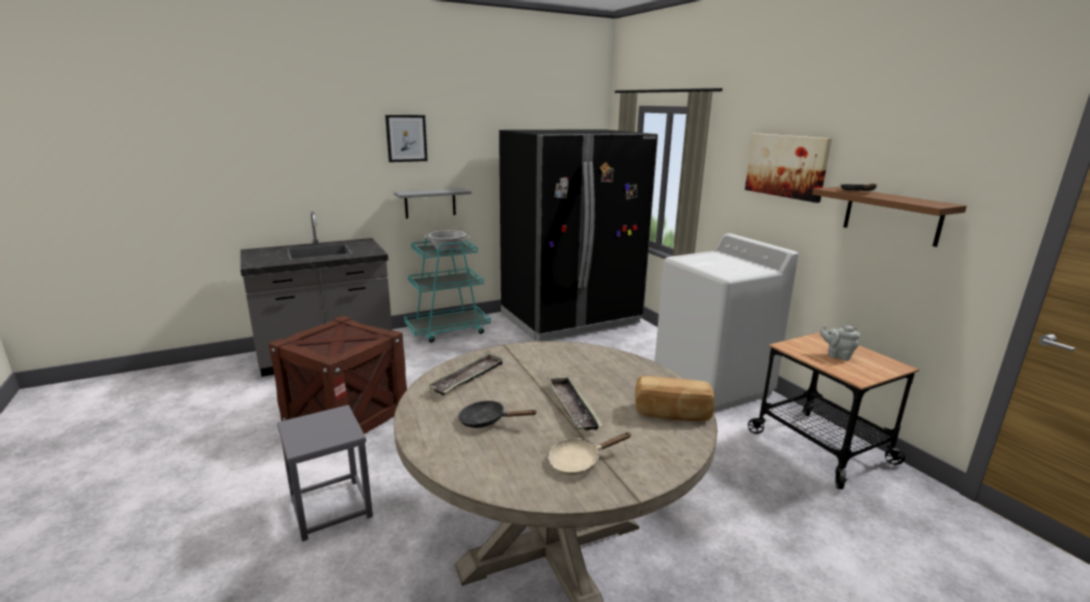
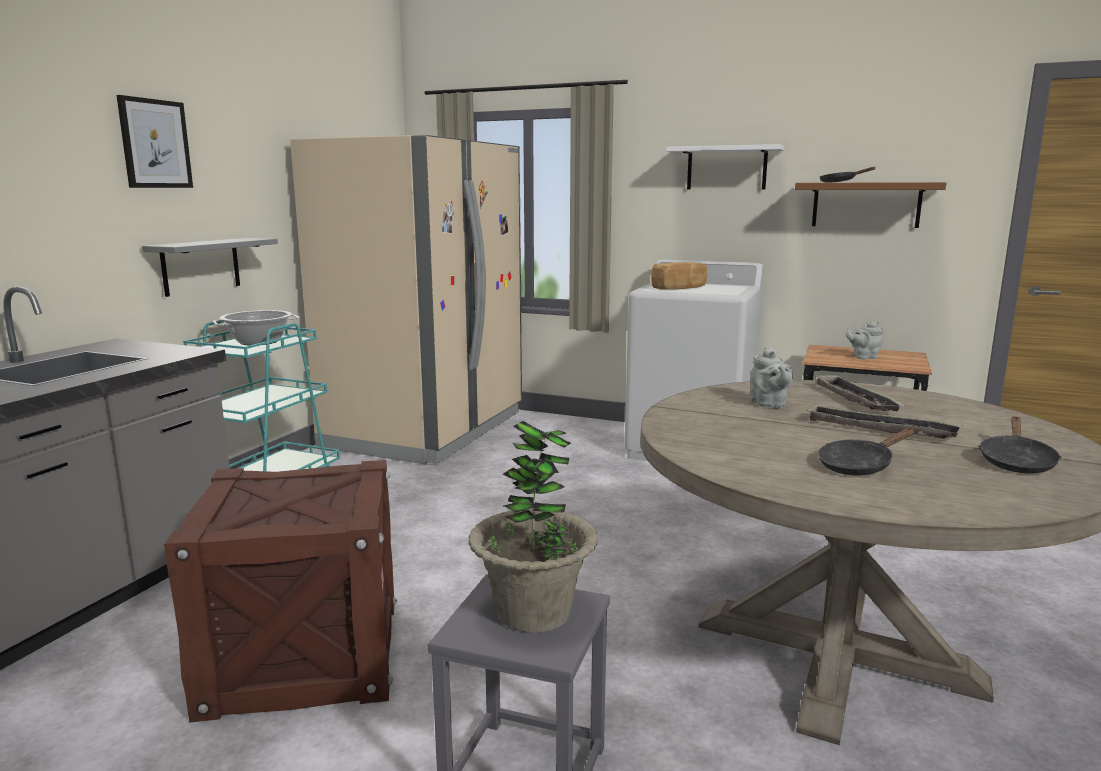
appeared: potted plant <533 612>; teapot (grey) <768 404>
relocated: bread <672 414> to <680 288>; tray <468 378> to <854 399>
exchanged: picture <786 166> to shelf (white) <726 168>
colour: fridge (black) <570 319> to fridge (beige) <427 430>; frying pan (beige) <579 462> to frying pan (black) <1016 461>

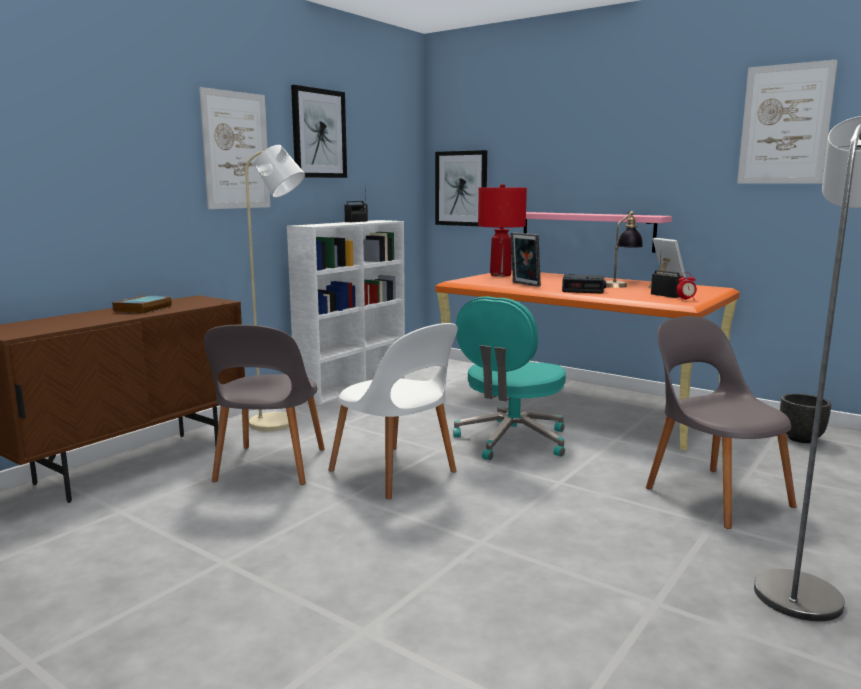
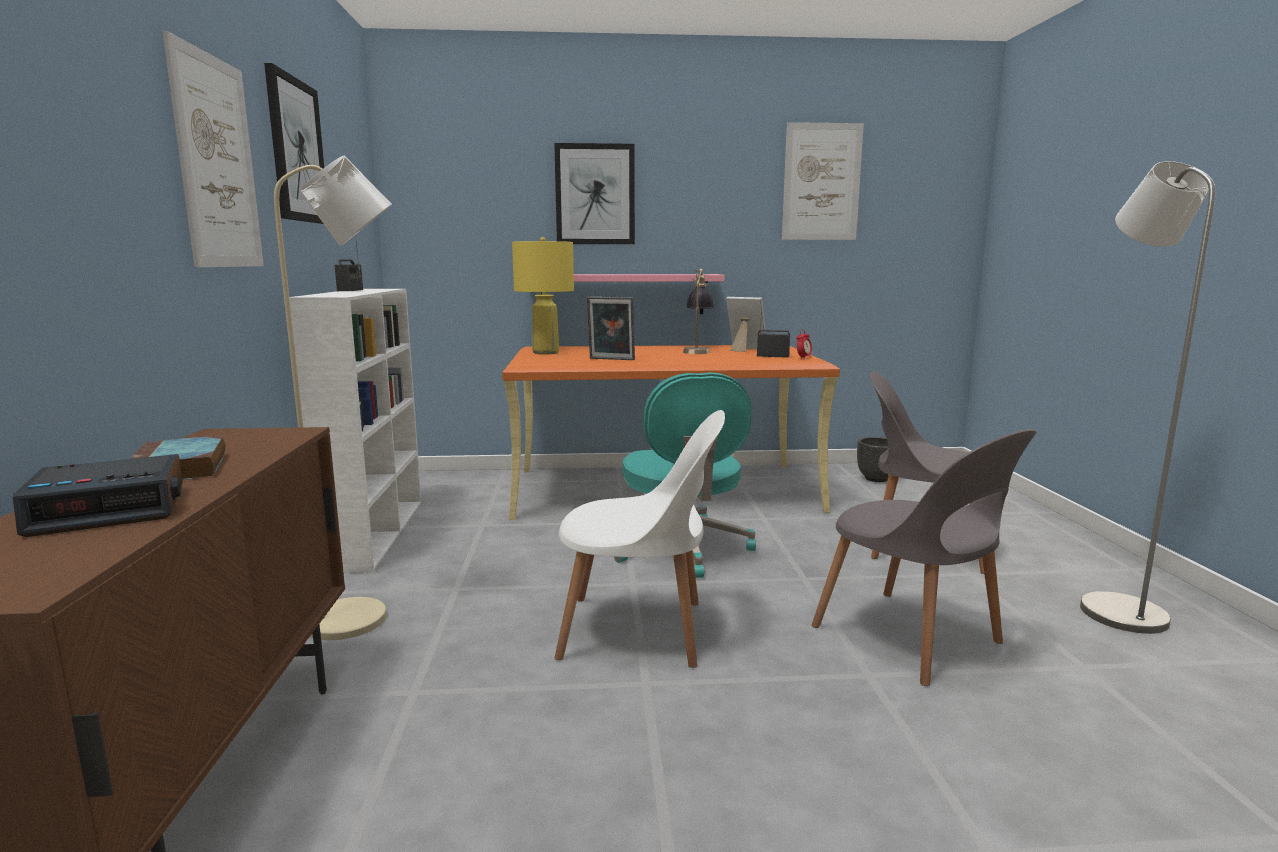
relocated: alarm clock <583 290> to <111 509>; picture <461 188> to <595 194>; chair (grey) <269 467> to <911 638>
colour: table lamp (red) <500 275> to table lamp (yellow) <545 352>

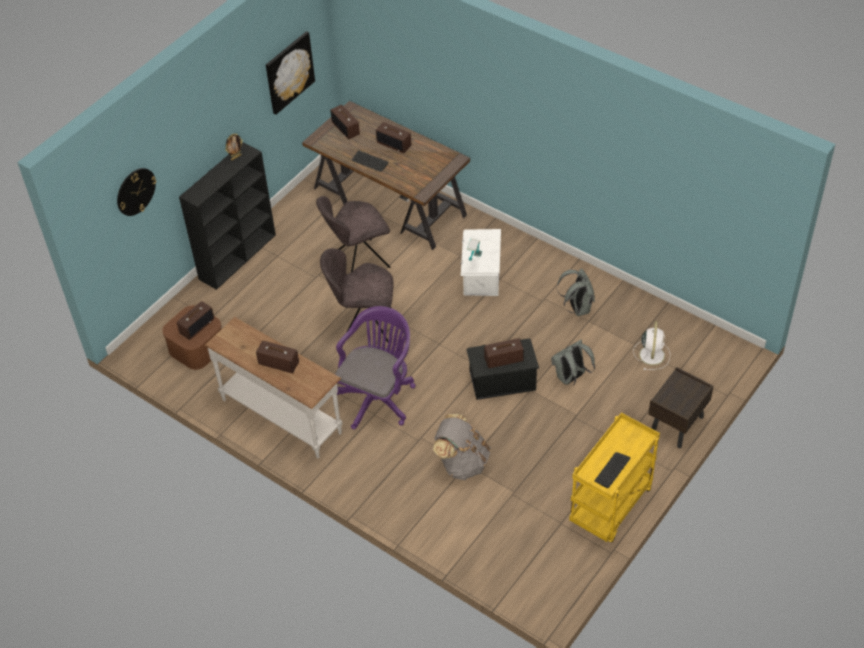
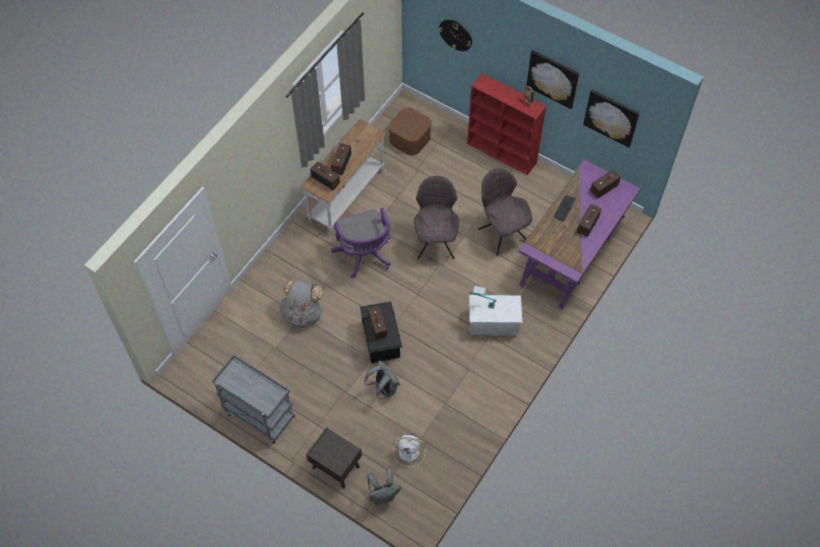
missing: keyboard <612 470>
appeared: picture <553 78>
relocated: radio <197 326> to <326 180>; backpack (grey) <577 308> to <383 495>
colour: cart (yellow) <611 507> to cart (grey) <258 415>; bookcase (black) <238 256> to bookcase (red) <502 153>; desk (brown) <390 201> to desk (purple) <573 251>
spun: office chair (purple) <378 396> = <364 255> 45 degrees clockwise

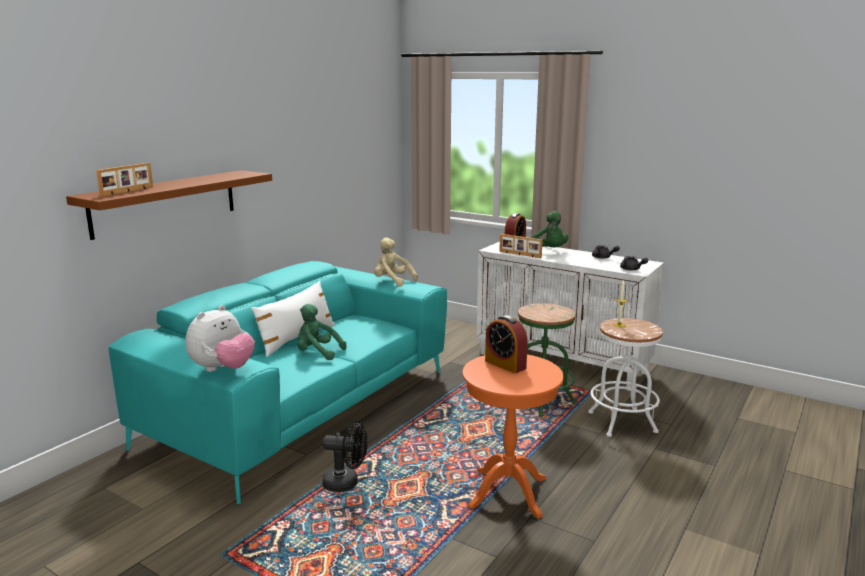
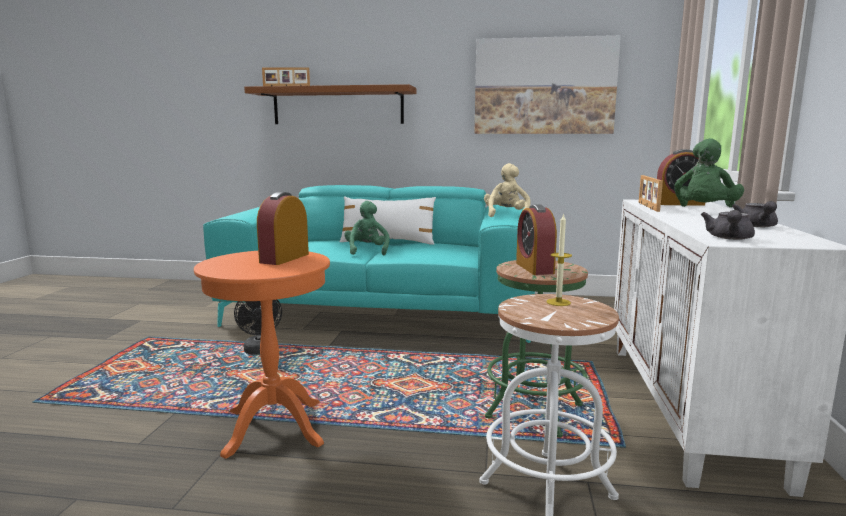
missing: plush toy <223 369>
appeared: picture <544 86>; alarm clock <534 268>

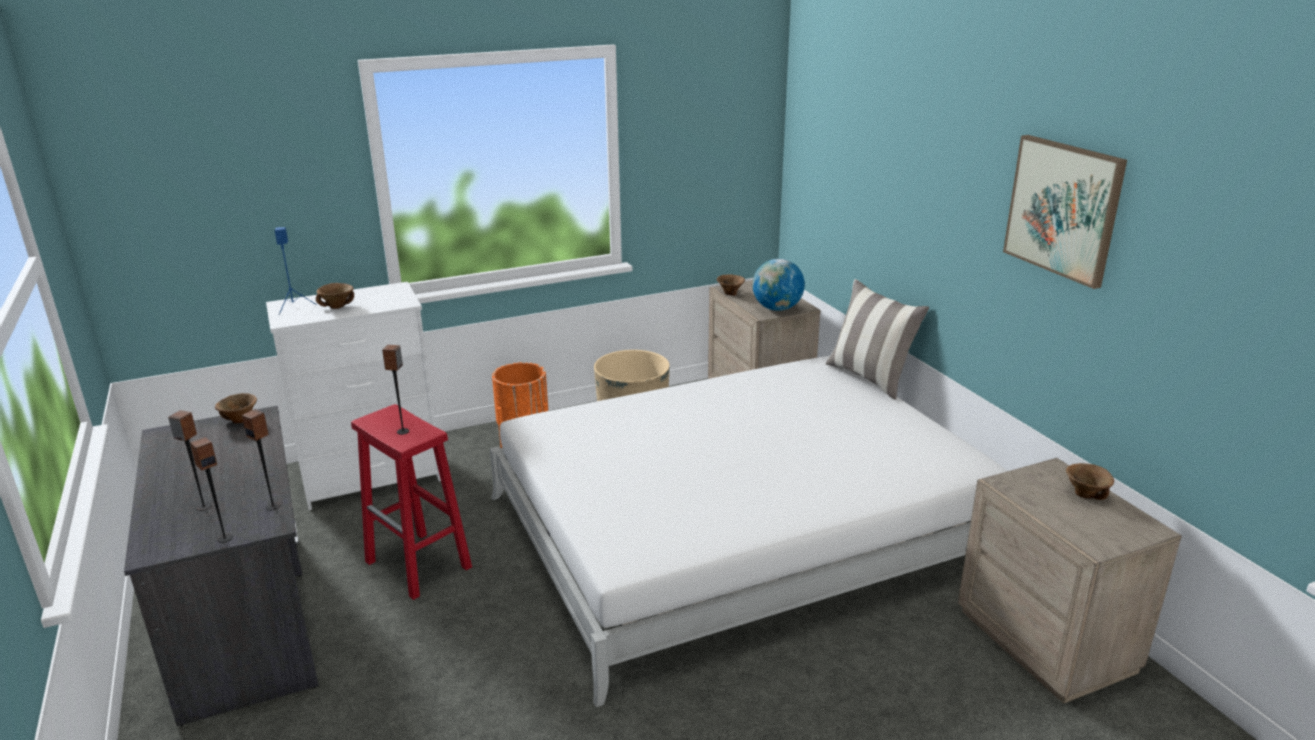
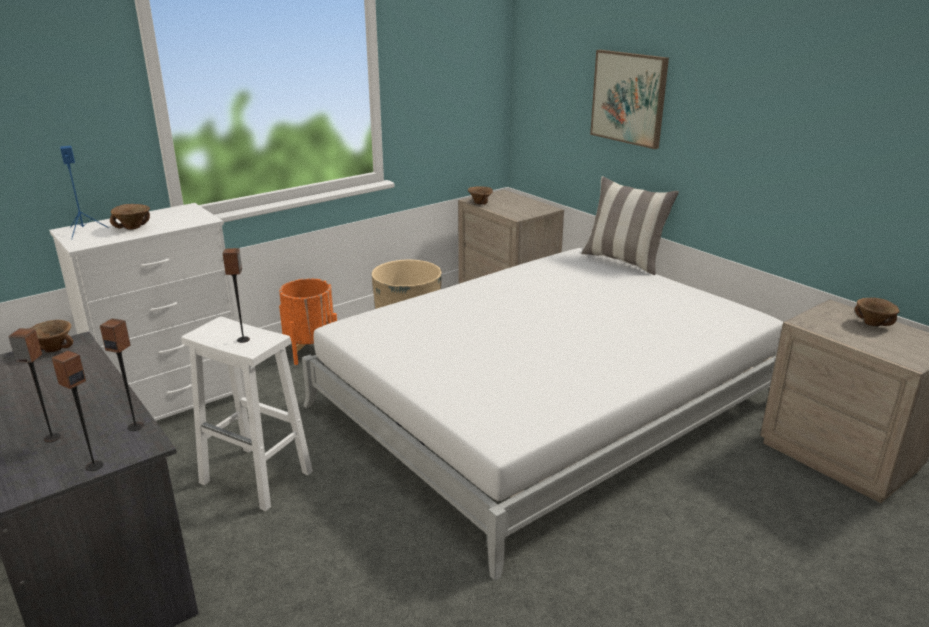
missing: globe <777 308>
relocated: picture <1063 209> to <629 98>
colour: stool (red) <419 565> to stool (white) <258 477>

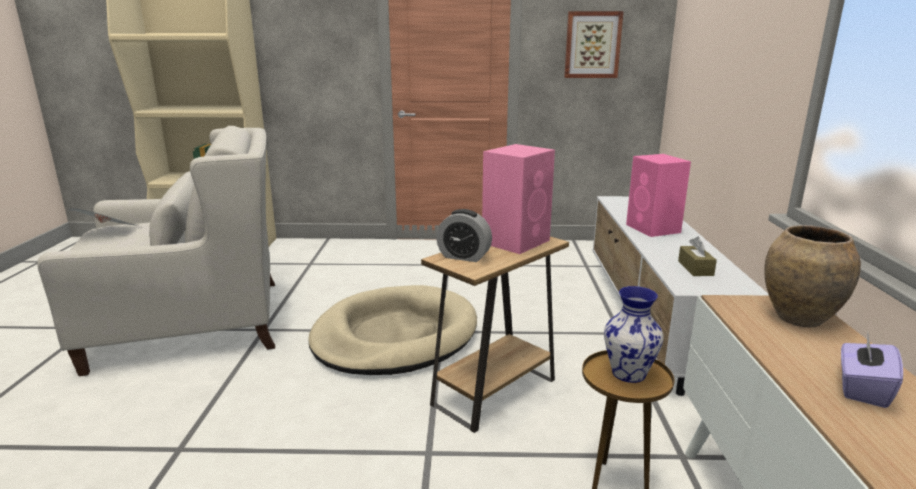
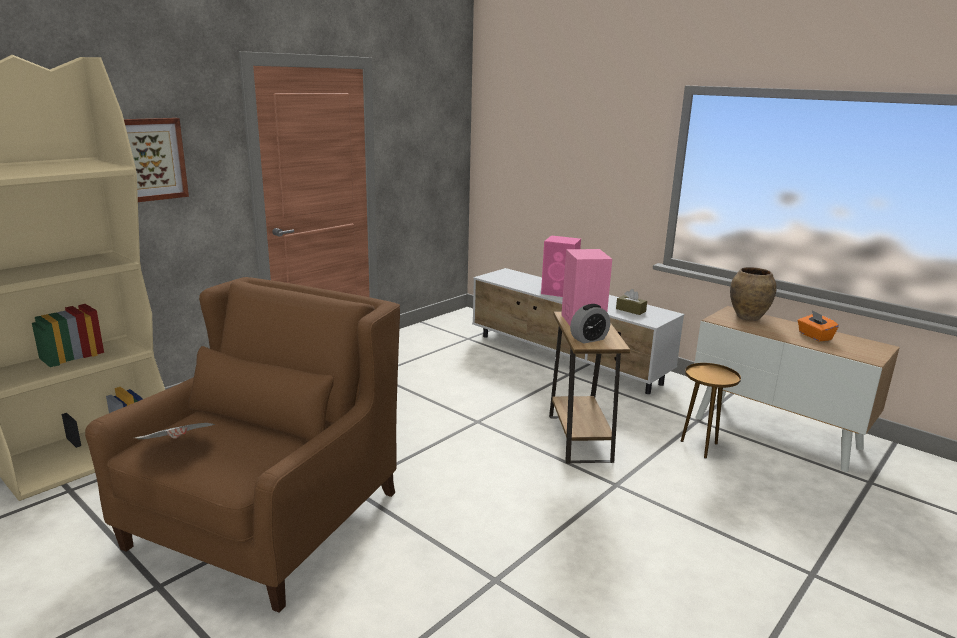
missing: dog bed (beige) <395 336>; vase <629 373>
relocated: picture <592 45> to <148 159>
colour: armchair (white) <190 323> to armchair (brown) <267 520>; tissue box (purple) <862 389> to tissue box (orange) <814 336>

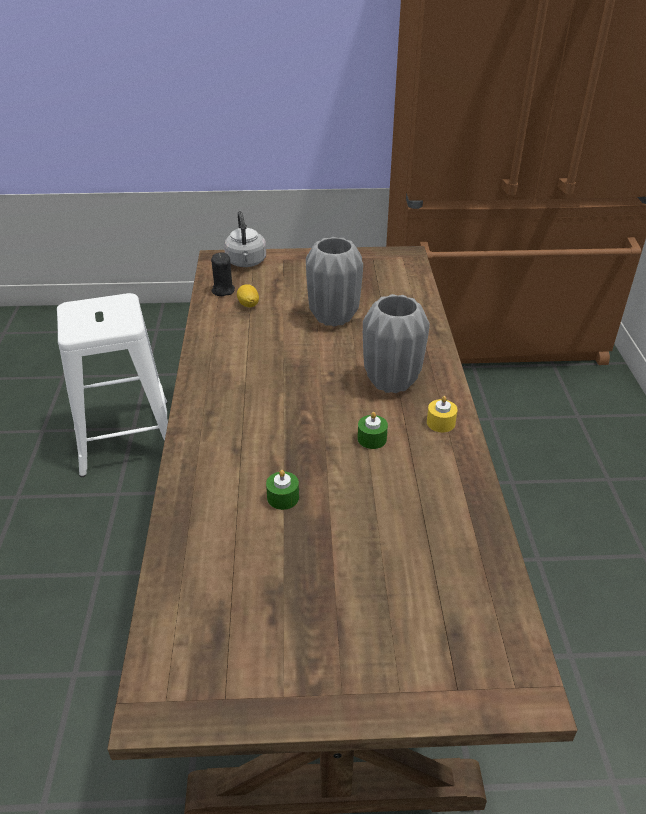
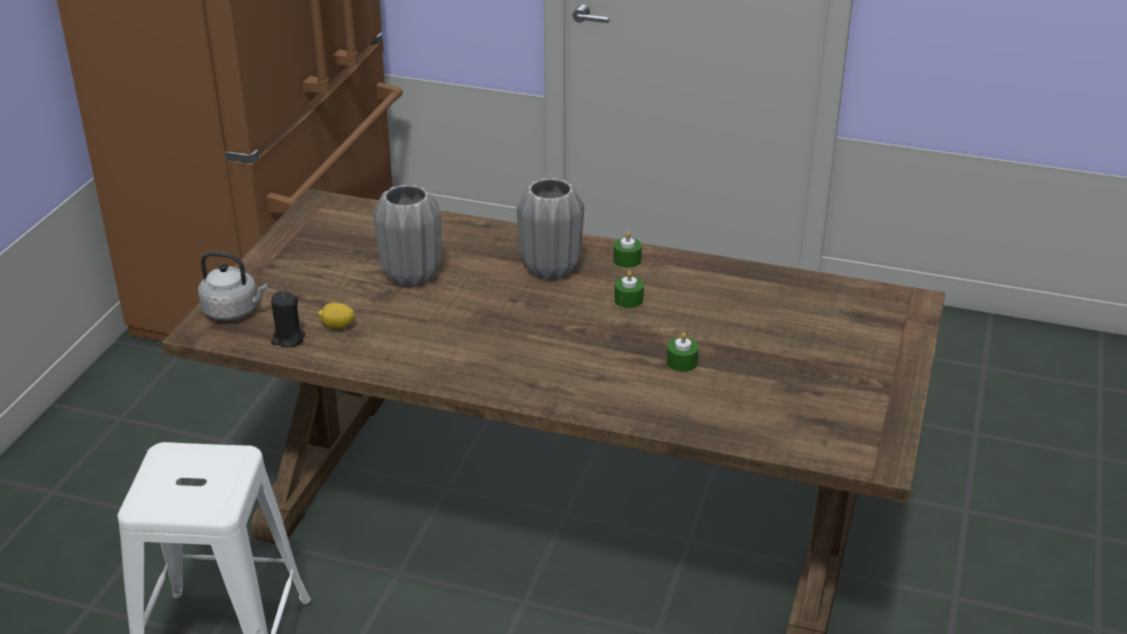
colour: candle (yellow) <440 423> to candle (green) <627 260>

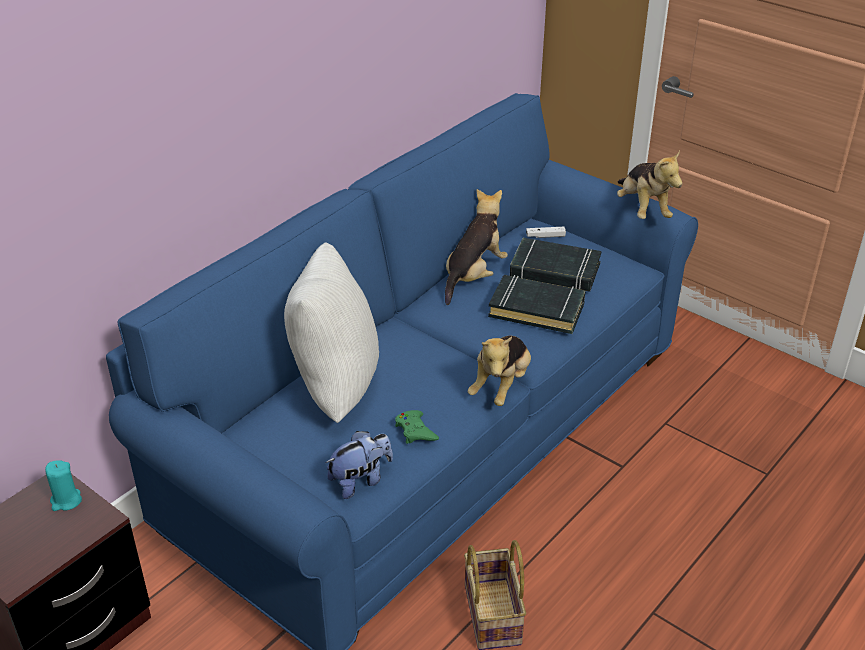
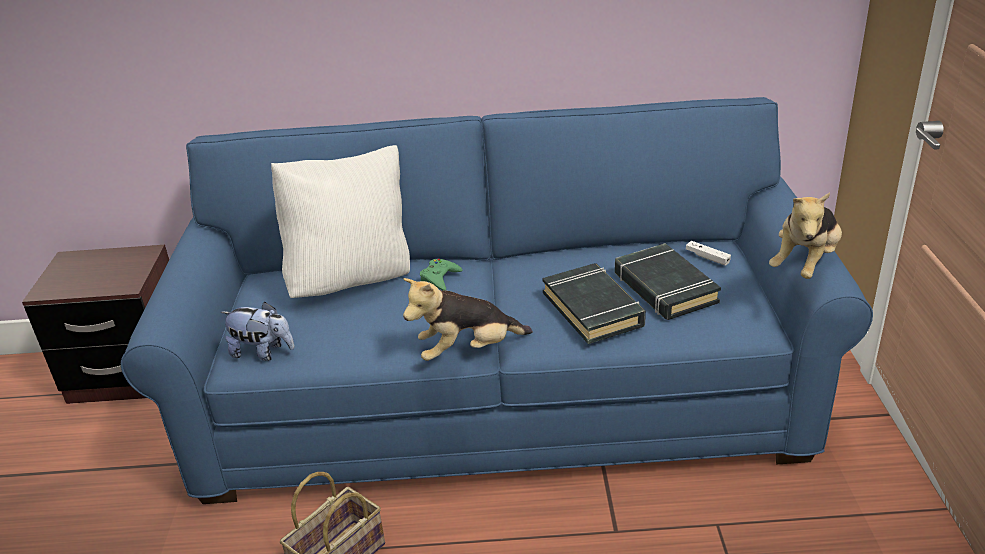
missing: candle (turquoise) <66 501>; plush toy <473 276>
relocated: game controller (green) <415 431> to <440 278>

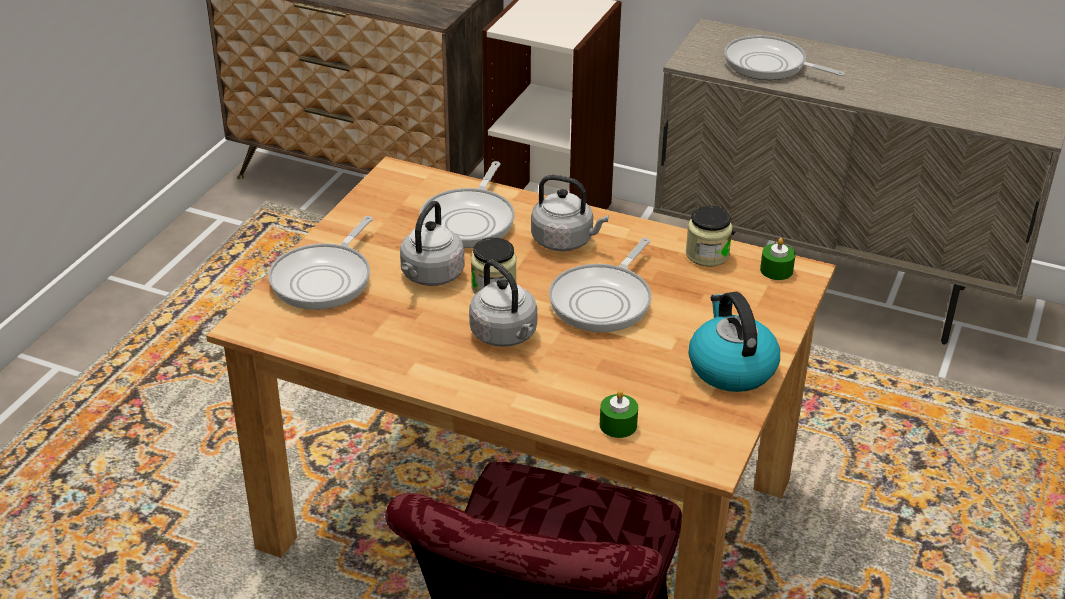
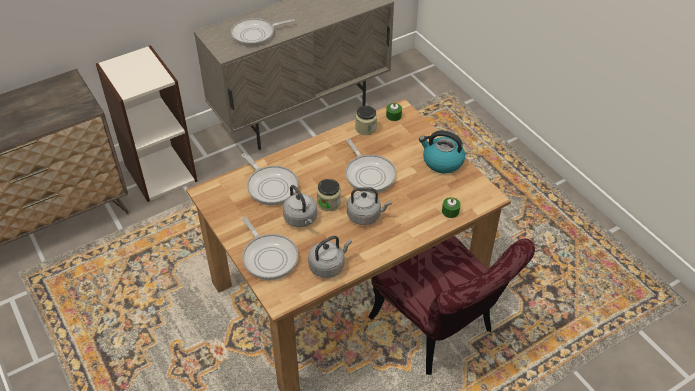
relocated: kettle (grey) <565 241> to <328 266>

